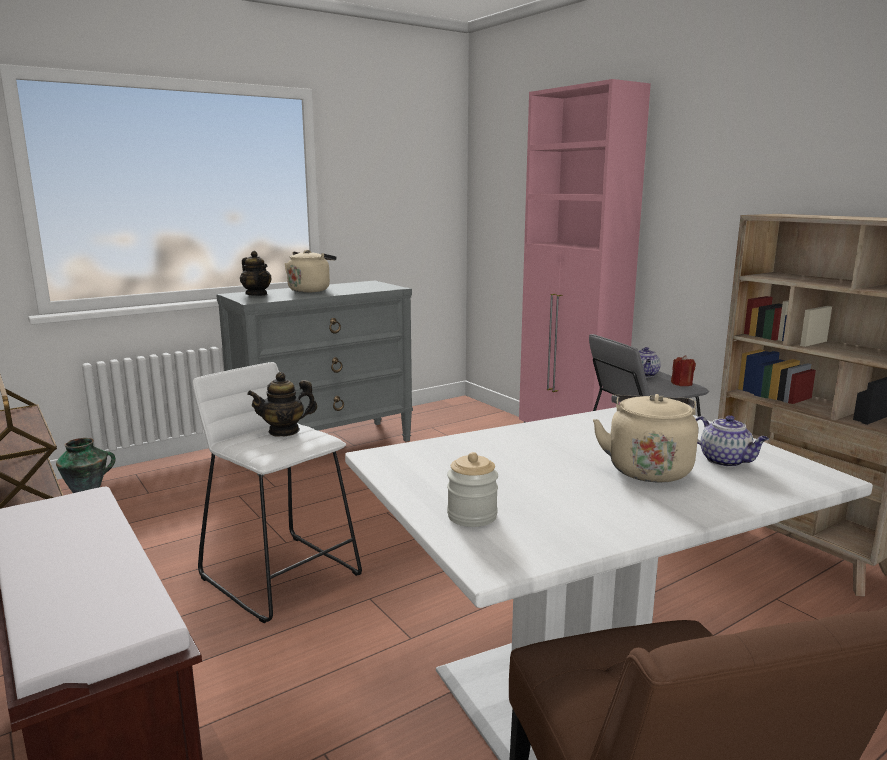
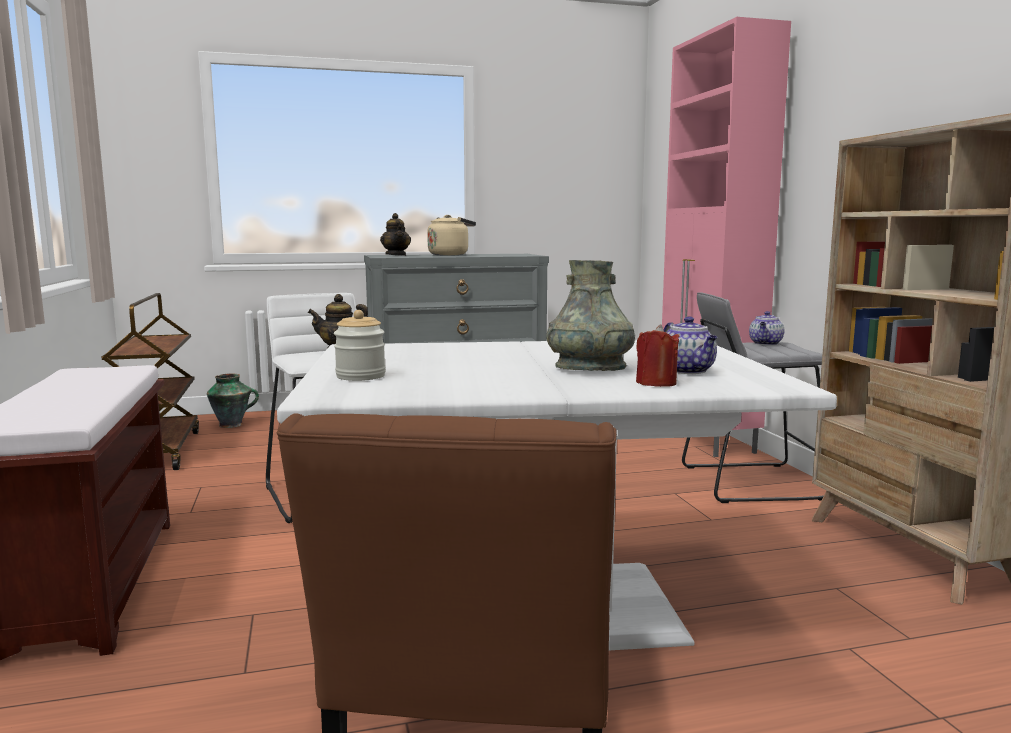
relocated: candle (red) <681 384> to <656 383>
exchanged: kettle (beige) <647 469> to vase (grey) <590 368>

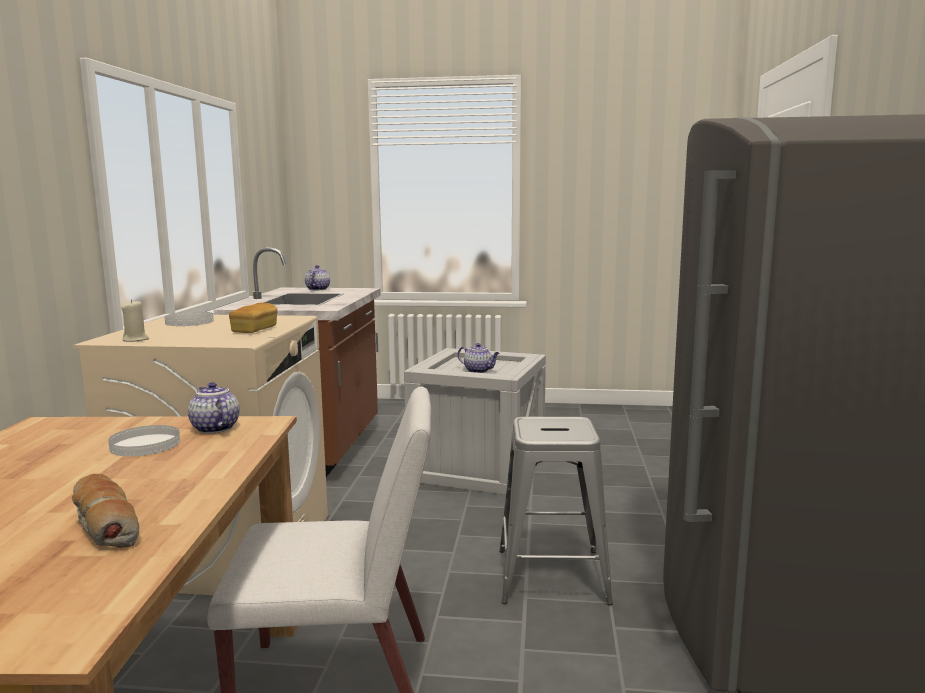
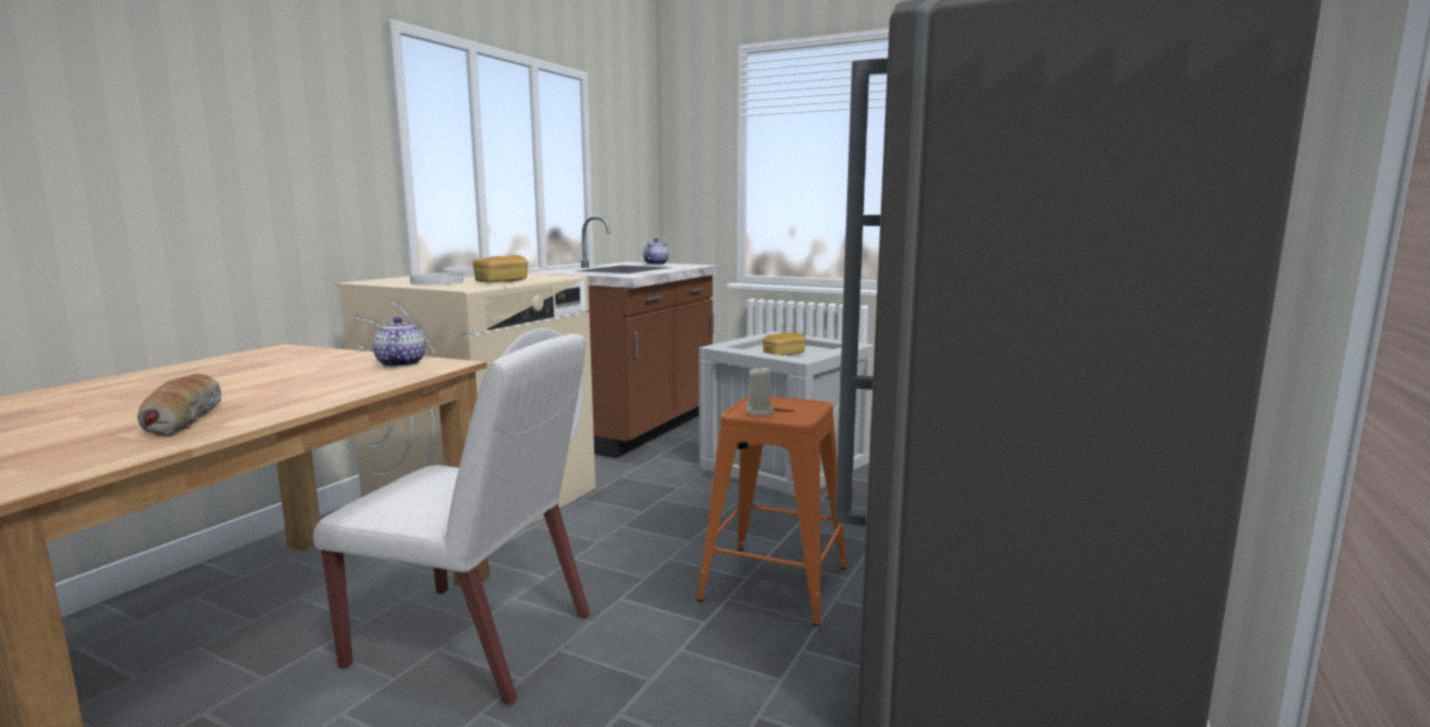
relocated: plate (white) <145 445> to <437 282>; candle (beige) <136 340> to <760 412>
exchanged: teapot <479 371> to bread <784 354>
colour: stool (grey) <551 576> to stool (orange) <774 583>

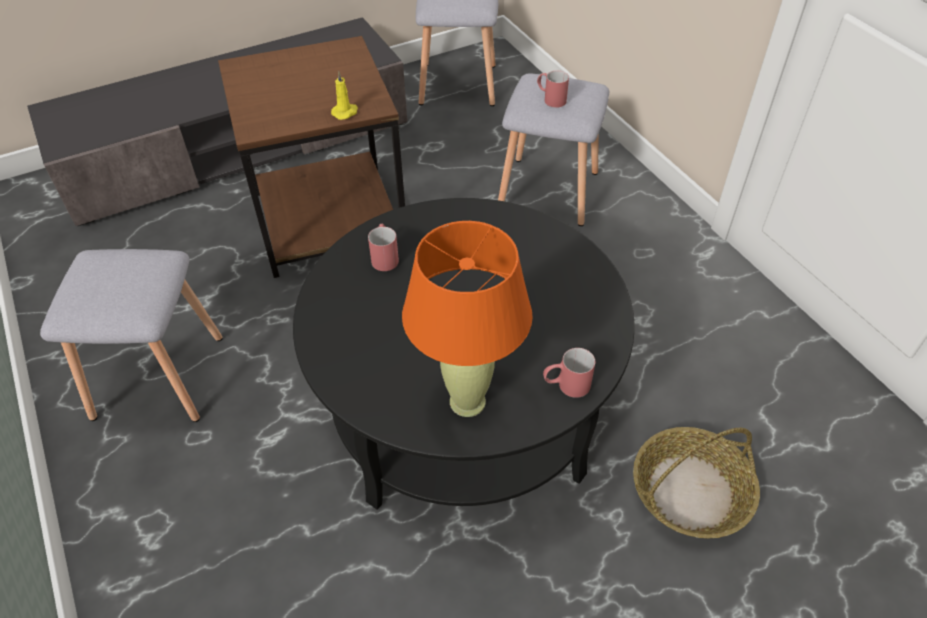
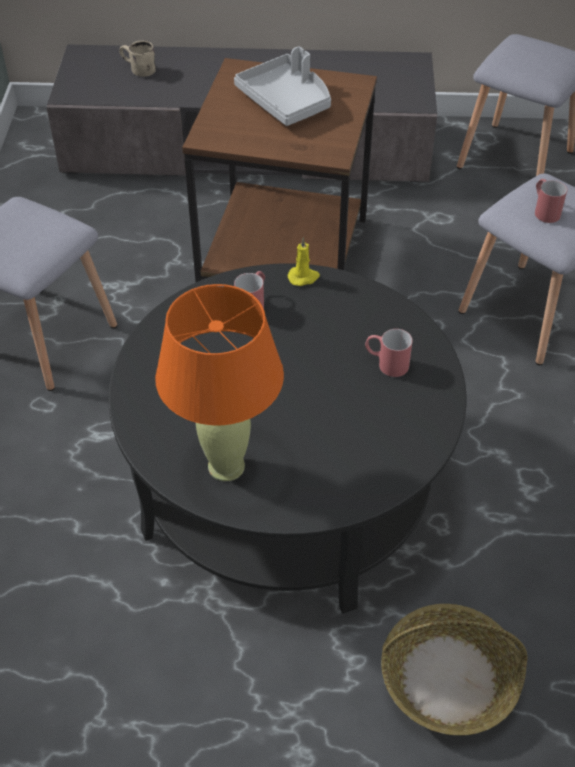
appeared: mug (beige) <138 70>; tray (grey) <286 101>
relocated: candle (yellow) <345 112> to <304 277>; mug (red) <566 385> to <386 363>

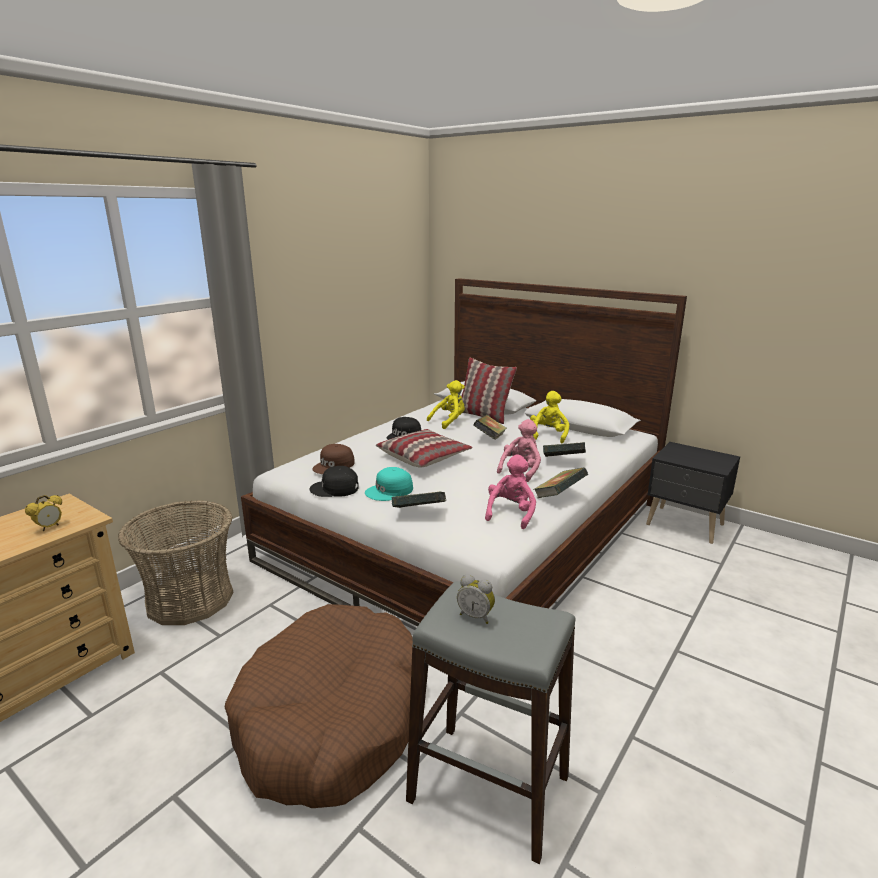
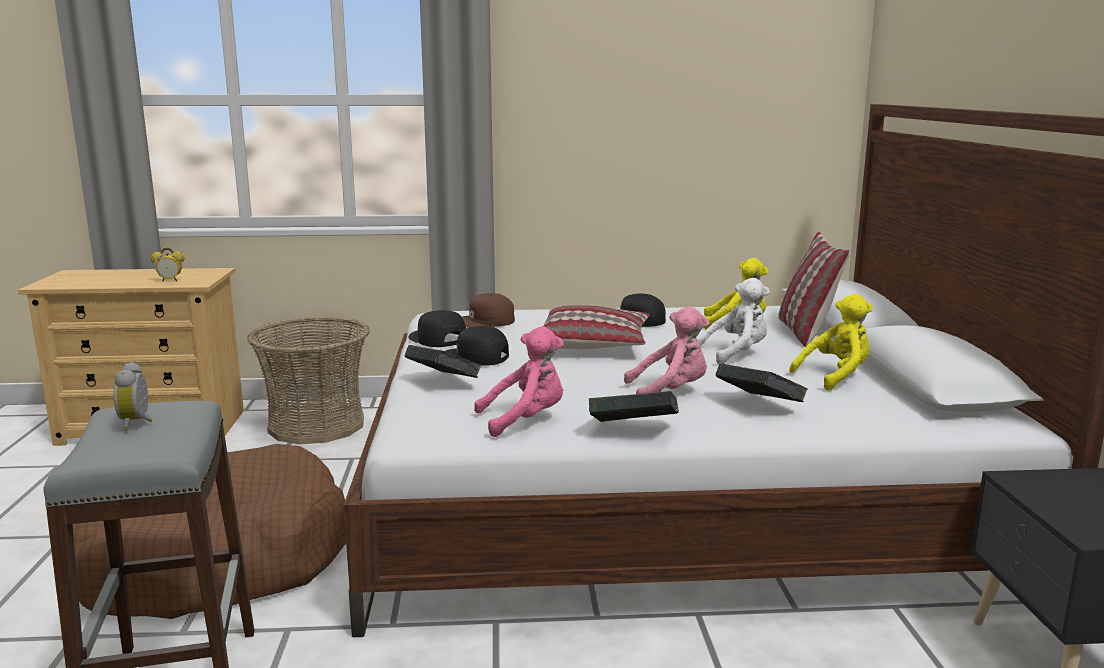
exchanged: book <490 438> to plush toy (white) <735 354>
colour: cap (turquoise) <390 491> to cap (black) <475 357>

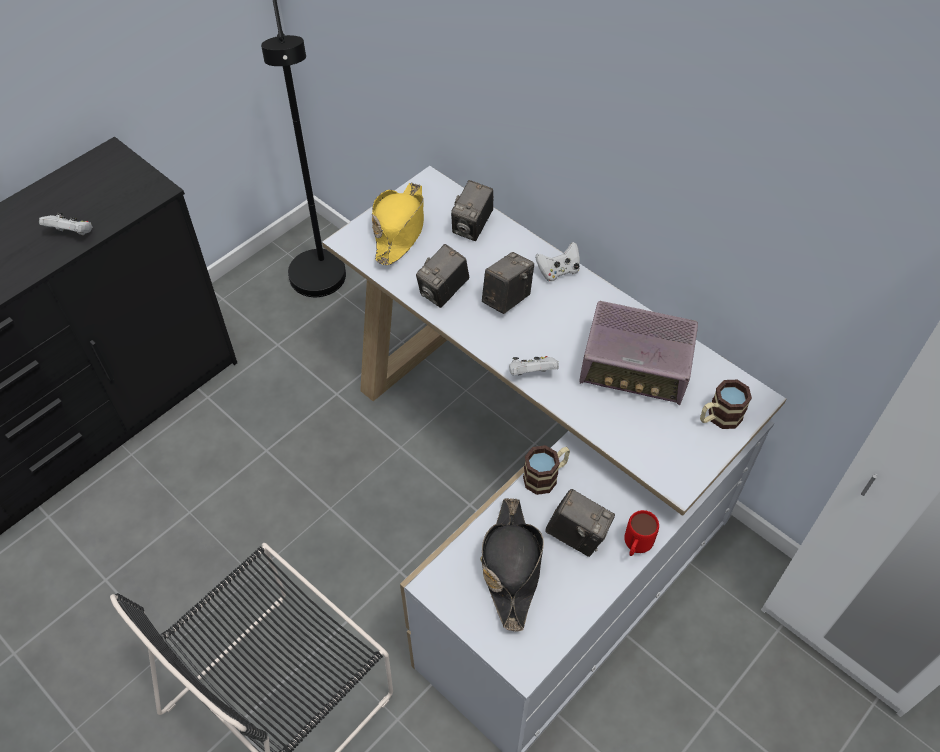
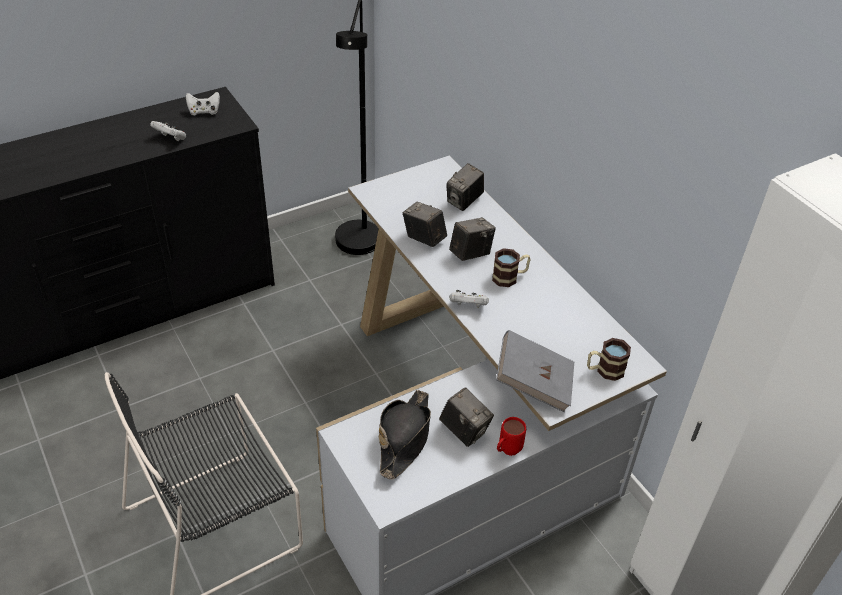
missing: hat (yellow) <400 229>; radio <636 367>
appeared: book (grey) <533 384>
relocated: game controller (white) <558 271> to <204 112>; mug <546 476> to <510 277>
spun: photo camera <443 292> = <424 239> 75 degrees clockwise

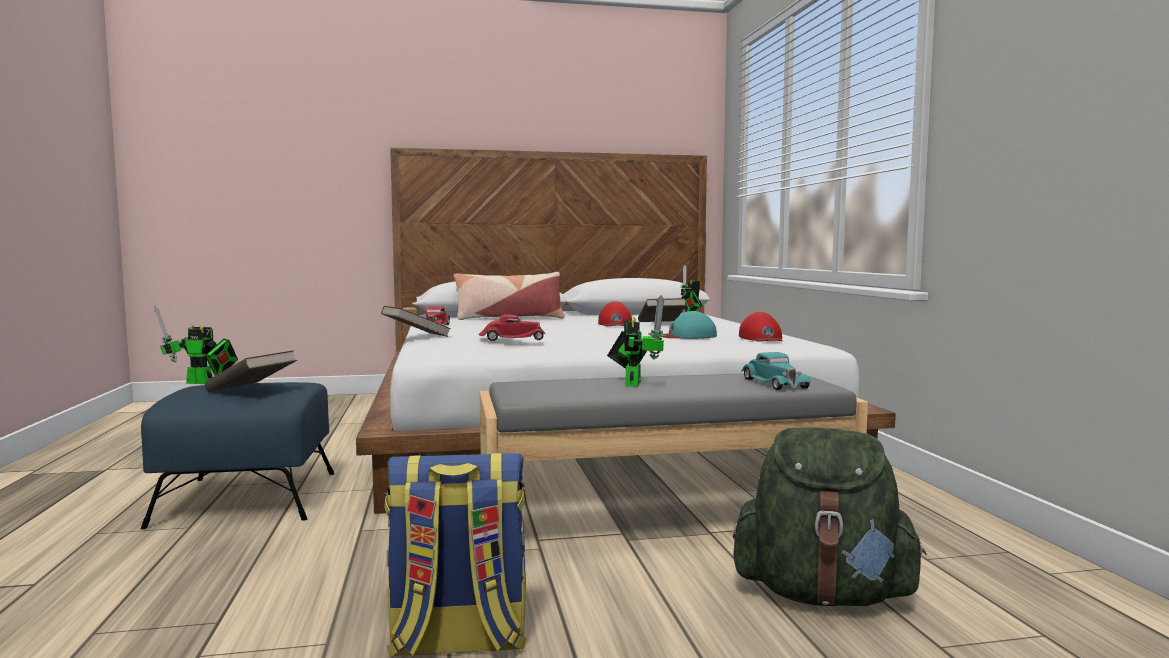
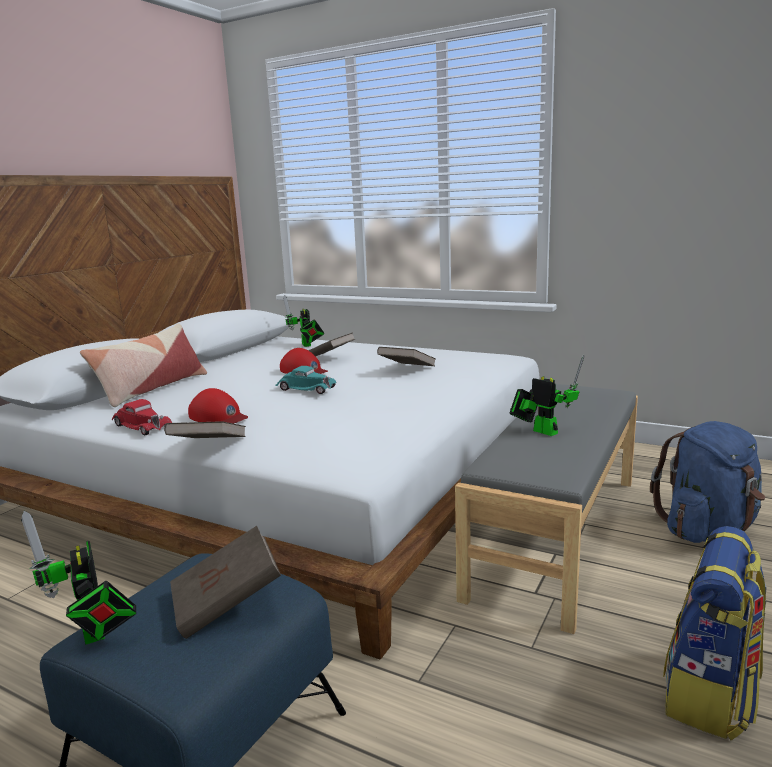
missing: toy car (red) <511 339>
relocated: cap (red) <761 338> to <218 416>; toy car (turquoise) <773 383> to <305 388>
exchanged: cap (turquoise) <687 336> to book (brown) <407 370>
colour: backpack (green) <822 594> to backpack (blue) <708 530>
spun: toy robot <203 383> = <94 635> 105 degrees clockwise

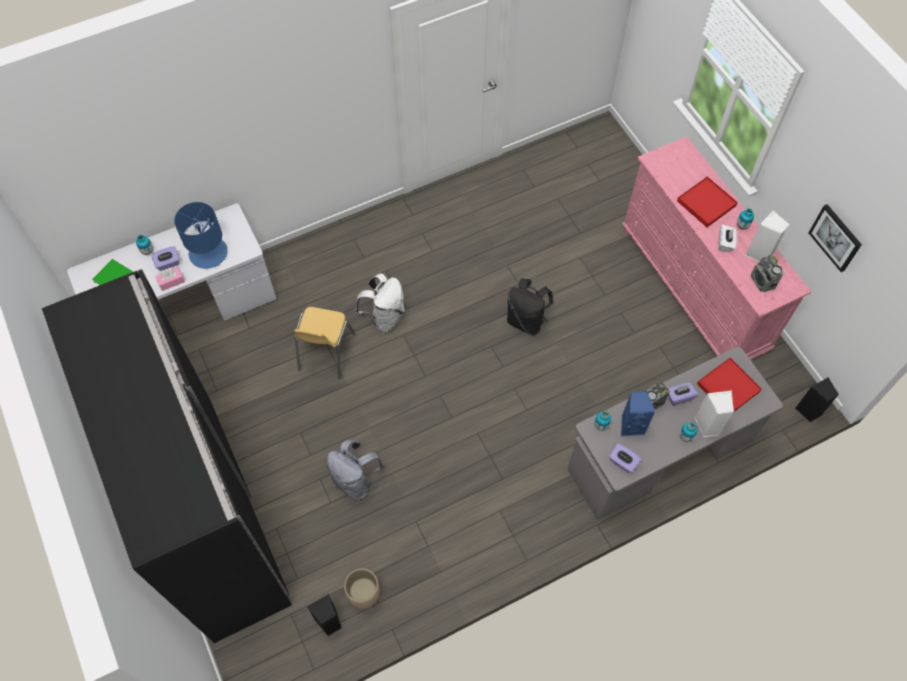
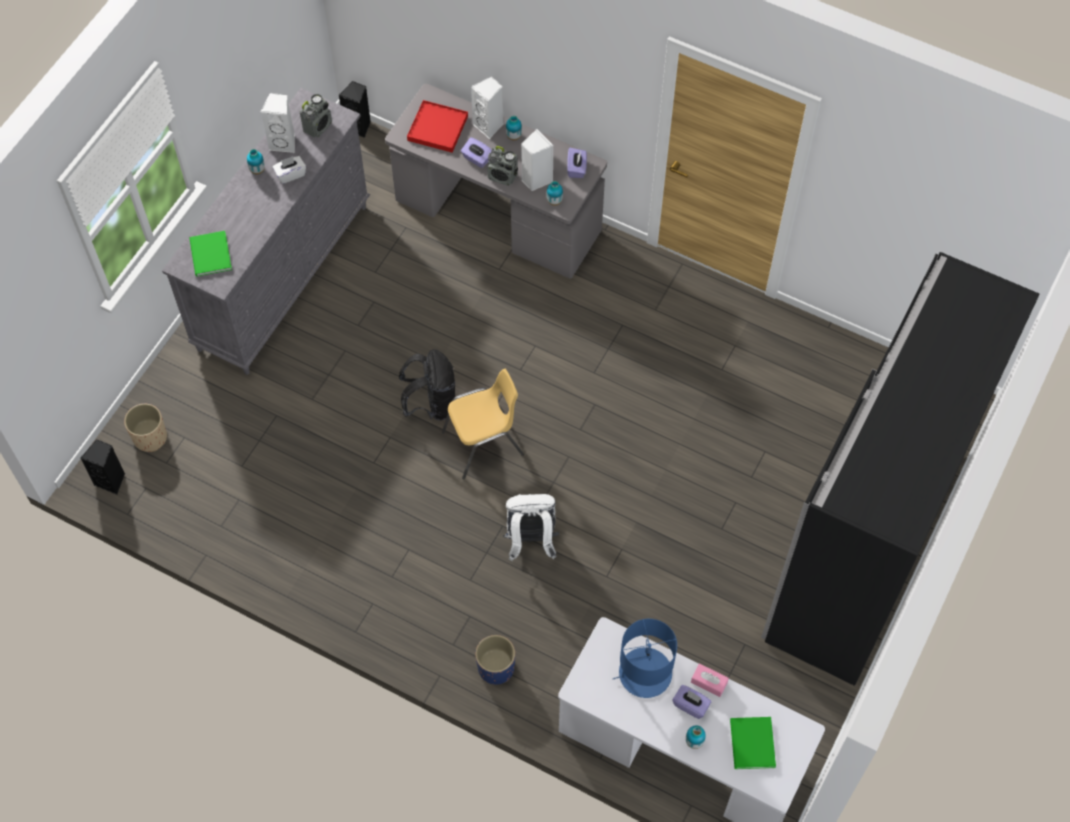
missing: backpack (grey) <355 480>; tray (red) <706 203>; picture <835 237>
appeared: book (green) <209 256>; planter (blue) <496 668>
relocated: speaker (black) <329 622> to <111 480>; planter (beige) <364 593> to <150 437>; chair (yellow) <325 352> to <484 444>
colour: dresser (pink) <692 292> to dresser (grey) <284 276>; speaker (blue) <631 426> to speaker (white) <536 179>

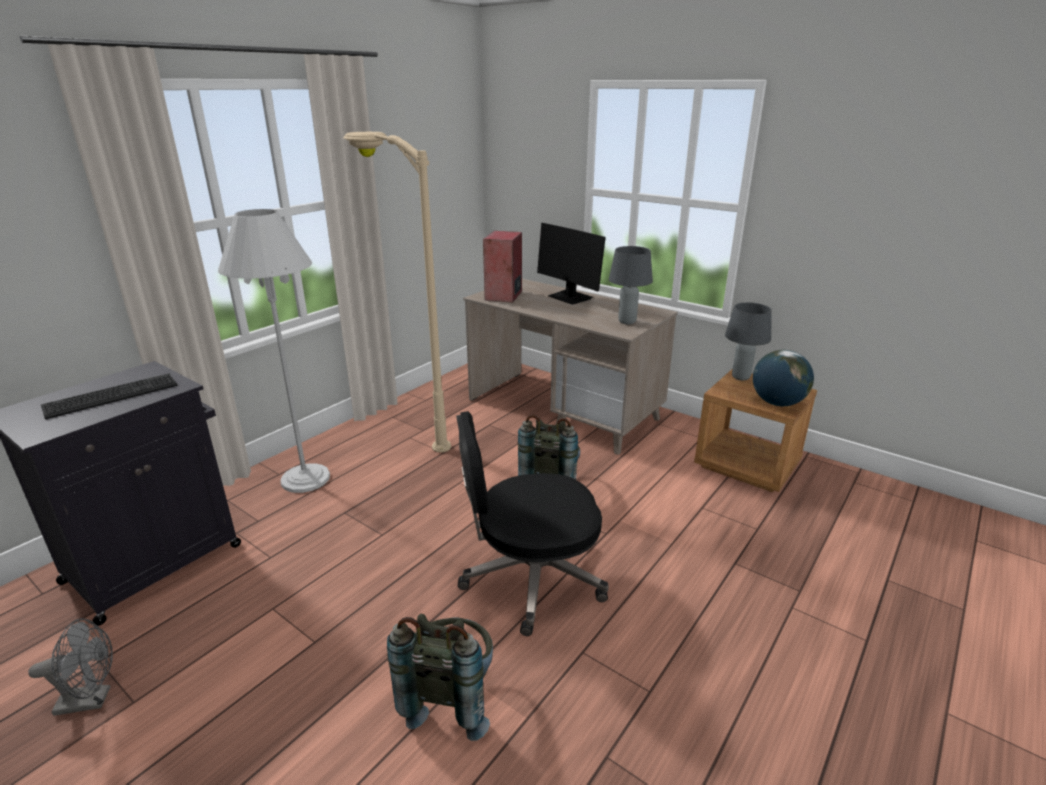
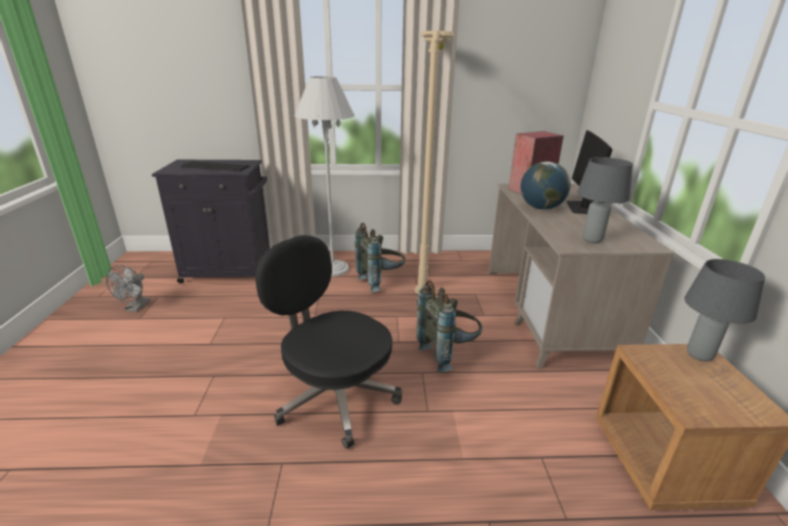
relocated: backpack (grey) <450 697> to <381 282>; globe <777 403> to <541 208>
spun: fan (grey) <92 699> = <135 308> 60 degrees clockwise

